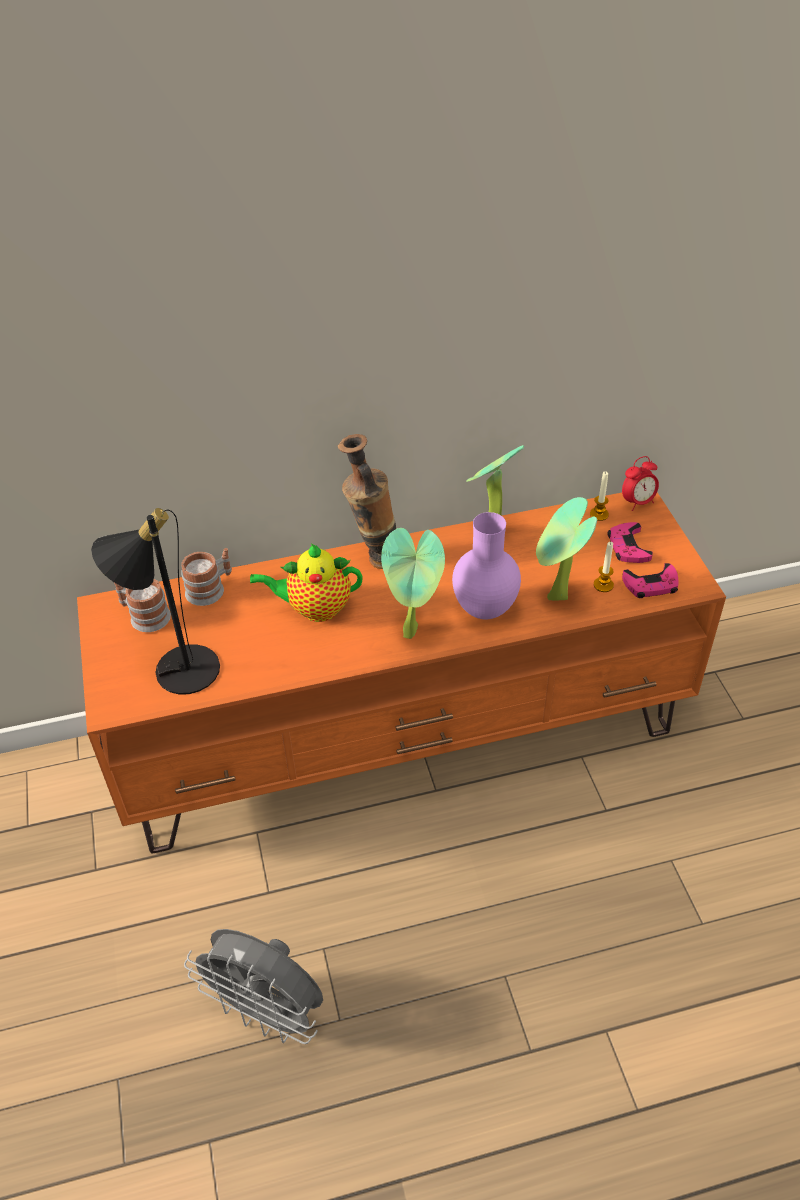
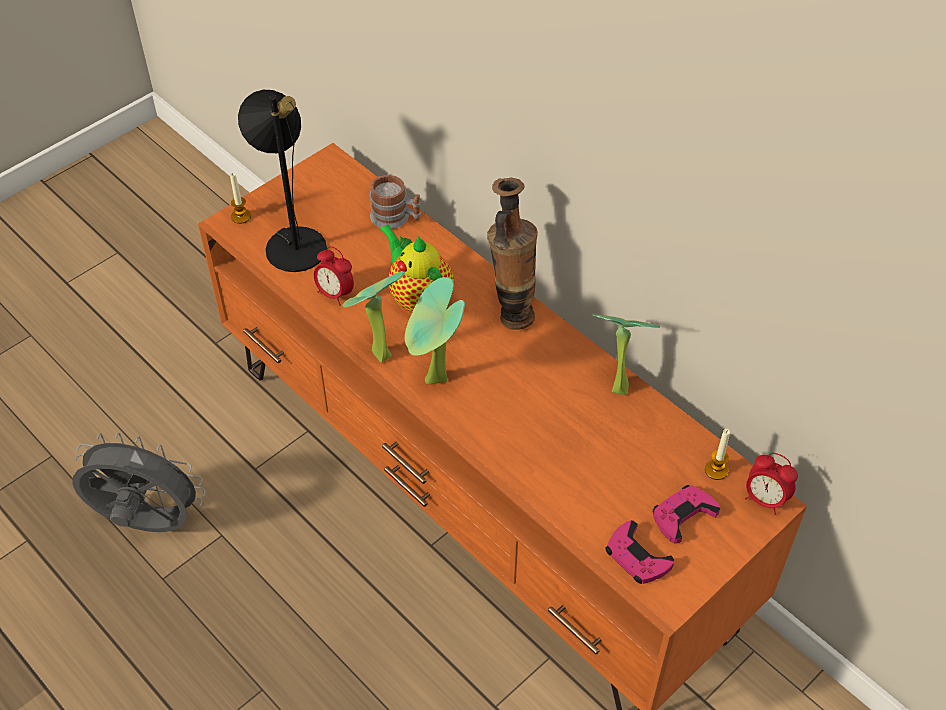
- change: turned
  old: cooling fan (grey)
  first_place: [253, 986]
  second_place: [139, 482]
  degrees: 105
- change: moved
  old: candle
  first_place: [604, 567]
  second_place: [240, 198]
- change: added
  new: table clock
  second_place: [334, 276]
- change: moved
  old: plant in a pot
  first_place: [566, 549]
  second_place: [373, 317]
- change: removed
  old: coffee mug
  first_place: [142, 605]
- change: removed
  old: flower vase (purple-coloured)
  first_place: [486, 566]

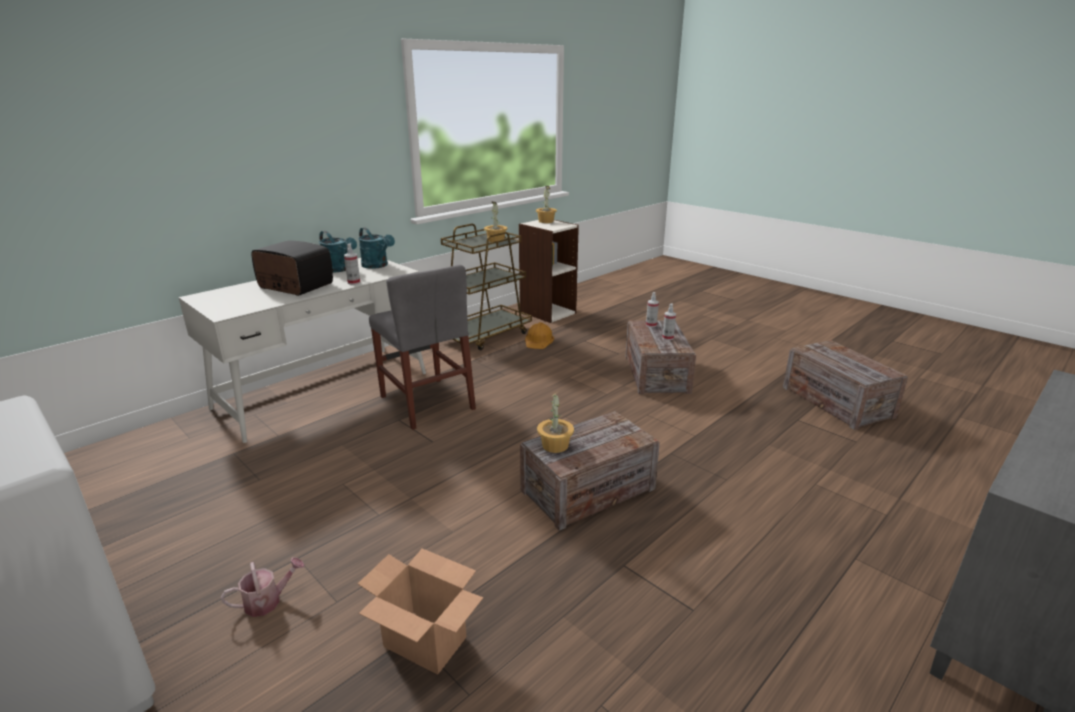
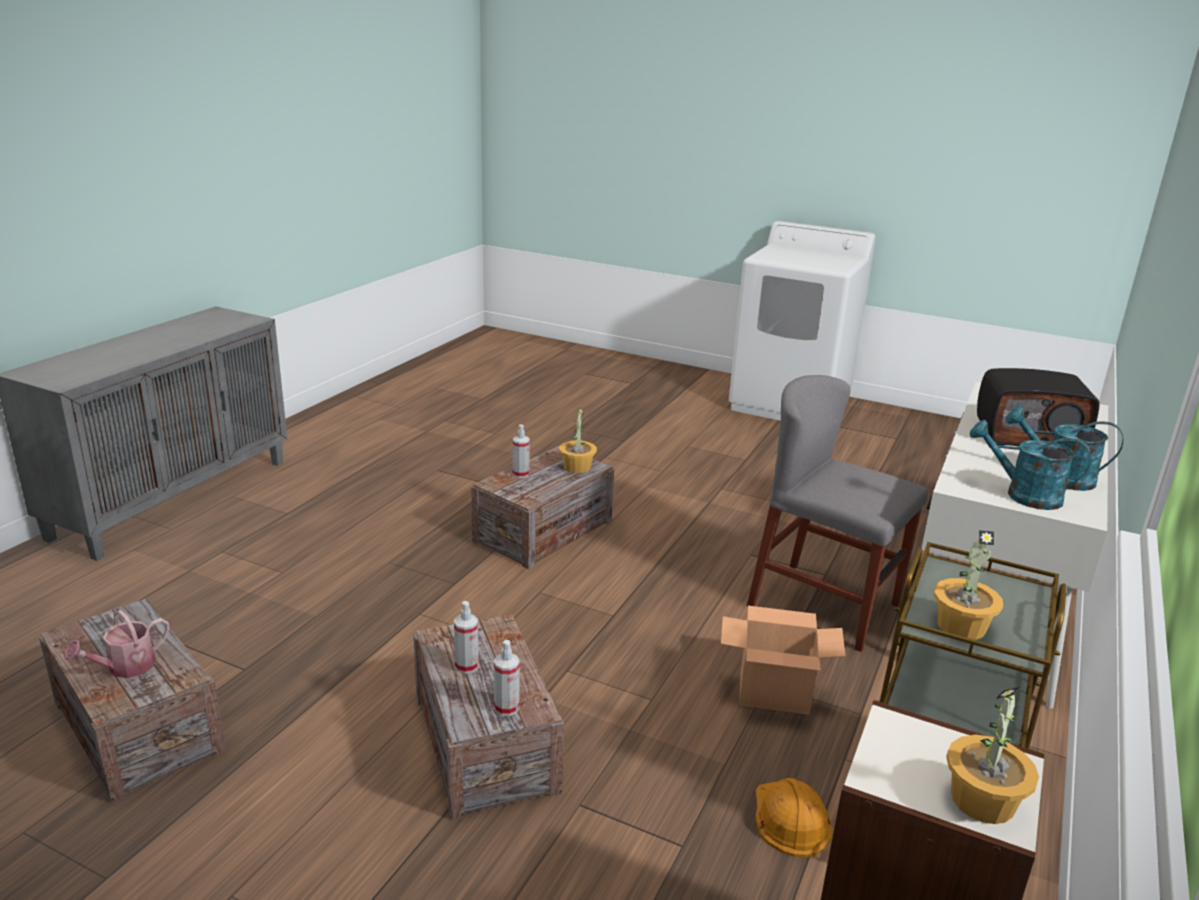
- change: moved
  old: watering can
  first_place: [263, 587]
  second_place: [117, 644]
- change: moved
  old: spray bottle
  first_place: [352, 264]
  second_place: [521, 451]
- change: moved
  old: packing box
  first_place: [420, 611]
  second_place: [783, 660]

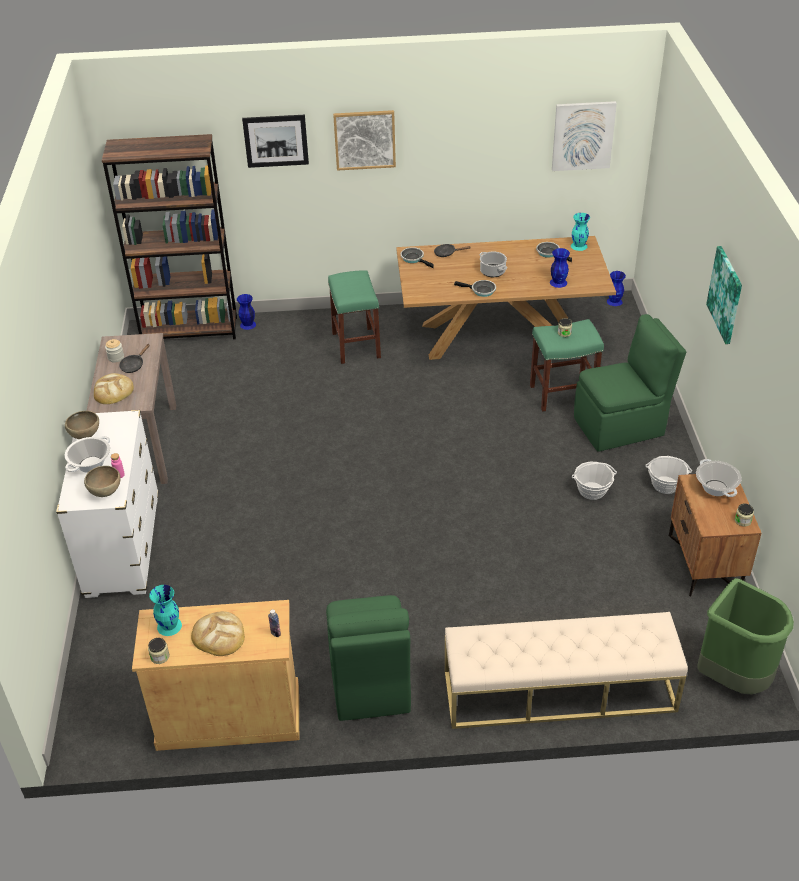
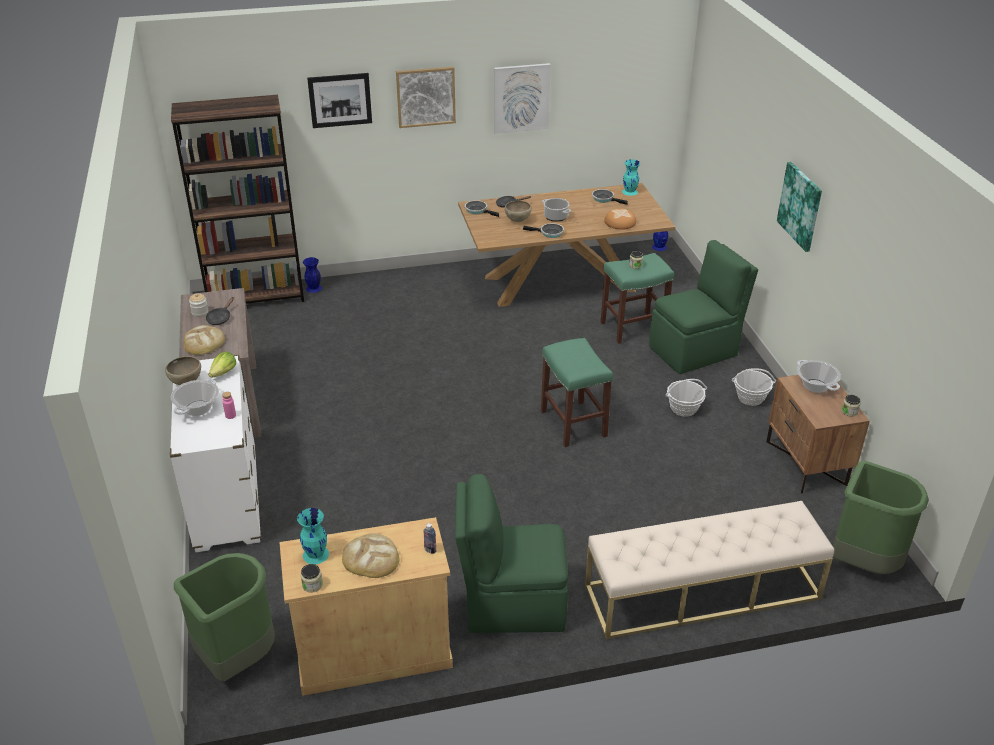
- change: added
  new: trash can (green-coloured)
  second_place: [224, 617]
- change: added
  new: lettuce
  second_place: [222, 364]
- change: turned
  old: plain chair (green-coloured)
  first_place: [368, 658]
  second_place: [511, 553]
  degrees: 105
- change: moved
  old: wall picture
  first_place: [584, 136]
  second_place: [522, 98]
- change: moved
  old: deep dish (brown)
  first_place: [102, 481]
  second_place: [518, 211]
- change: moved
  old: stool (green-coloured)
  first_place: [354, 317]
  second_place: [577, 392]
- change: replaced
  old: flower vase (bluish)
  new: baked bread
  first_place: [560, 268]
  second_place: [620, 219]

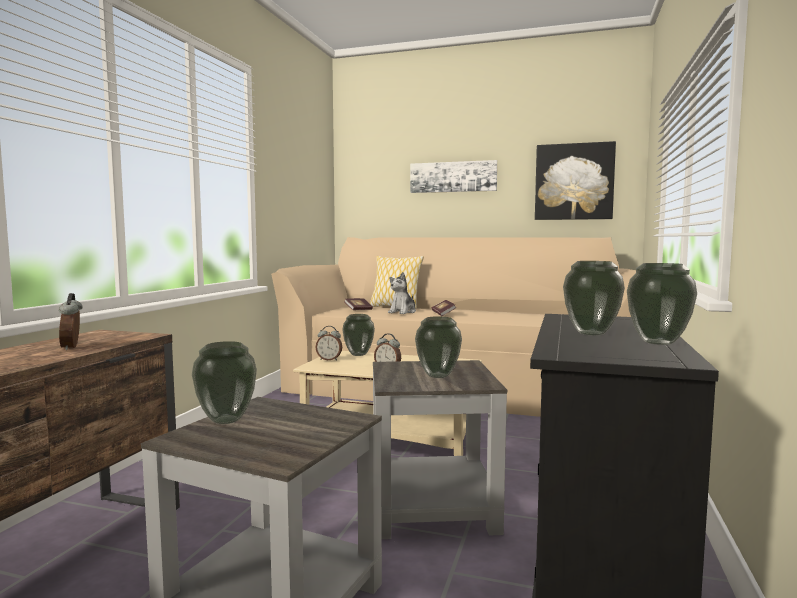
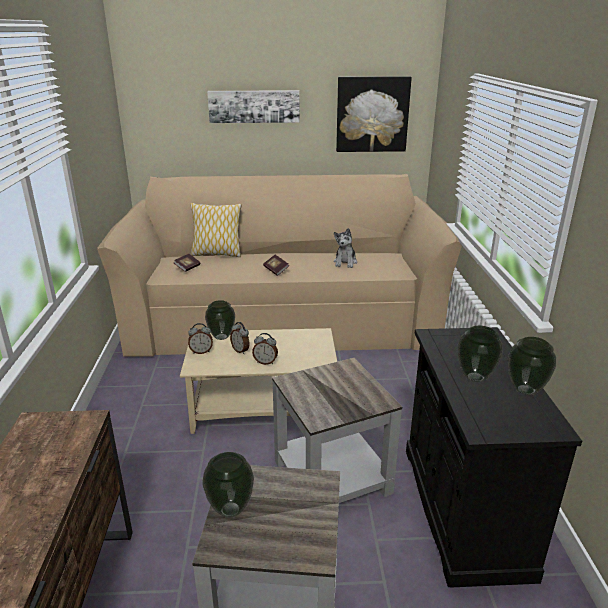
- change: moved
  old: table clock
  first_place: [70, 321]
  second_place: [240, 338]
- change: moved
  old: soft toy
  first_place: [402, 293]
  second_place: [345, 248]
- change: removed
  old: flower vase
  first_place: [438, 347]

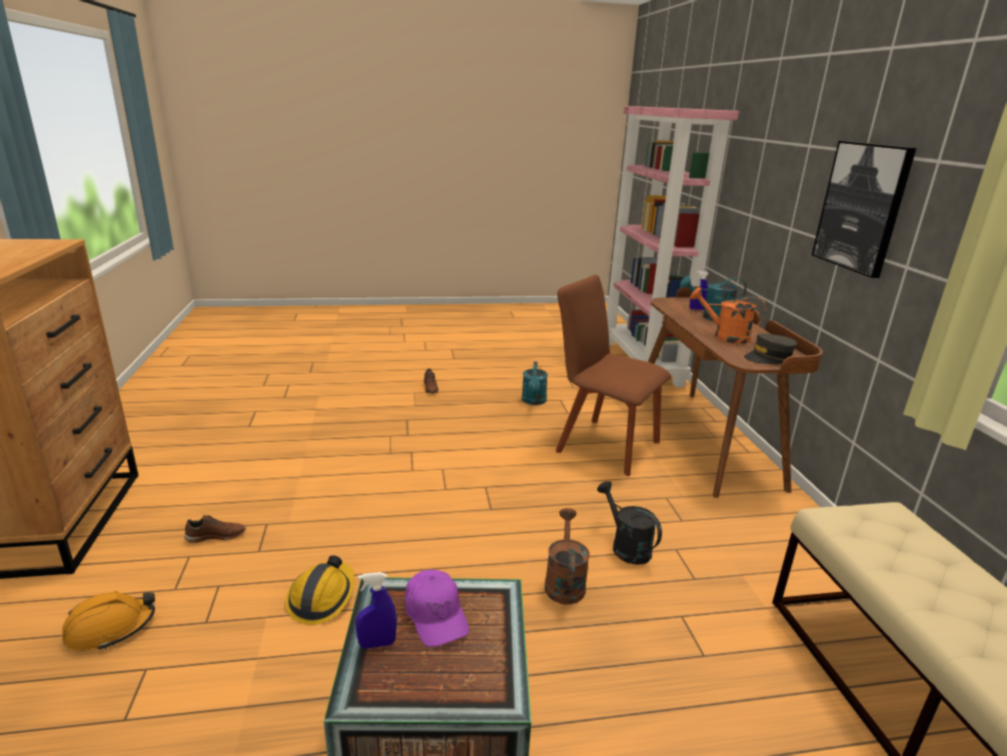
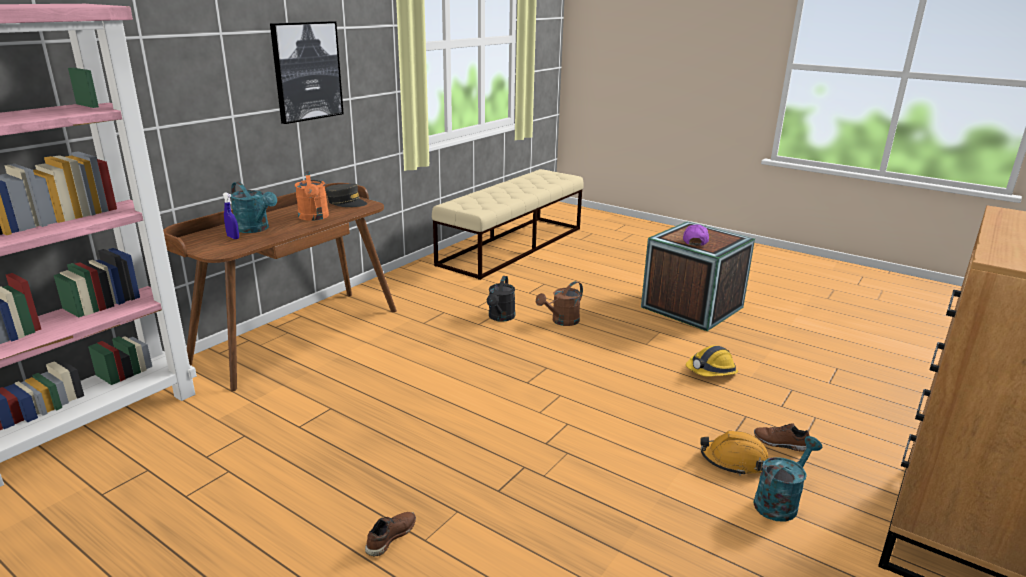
- change: moved
  old: hard hat (orangey)
  first_place: [108, 621]
  second_place: [734, 453]
- change: moved
  old: watering can (turquoise)
  first_place: [535, 383]
  second_place: [787, 479]
- change: removed
  old: spray bottle (bluish)
  first_place: [376, 610]
- change: removed
  old: plain chair (brown)
  first_place: [613, 375]

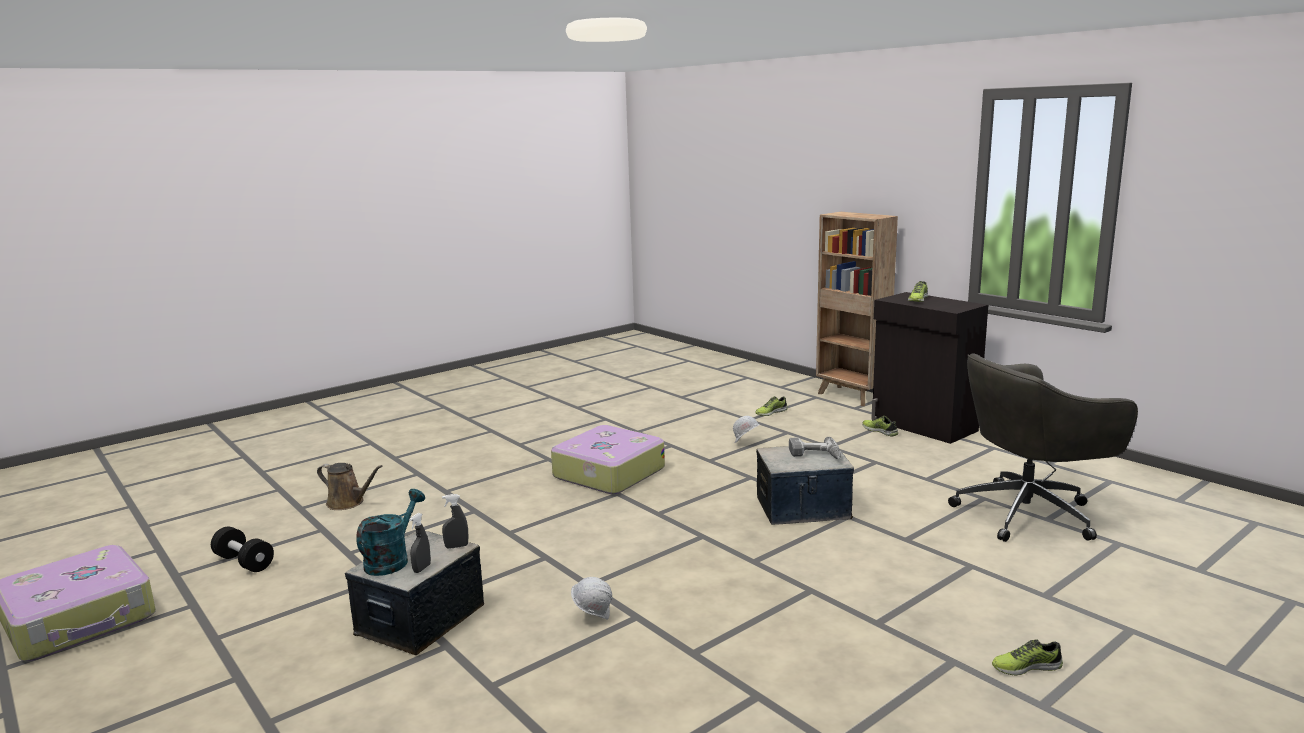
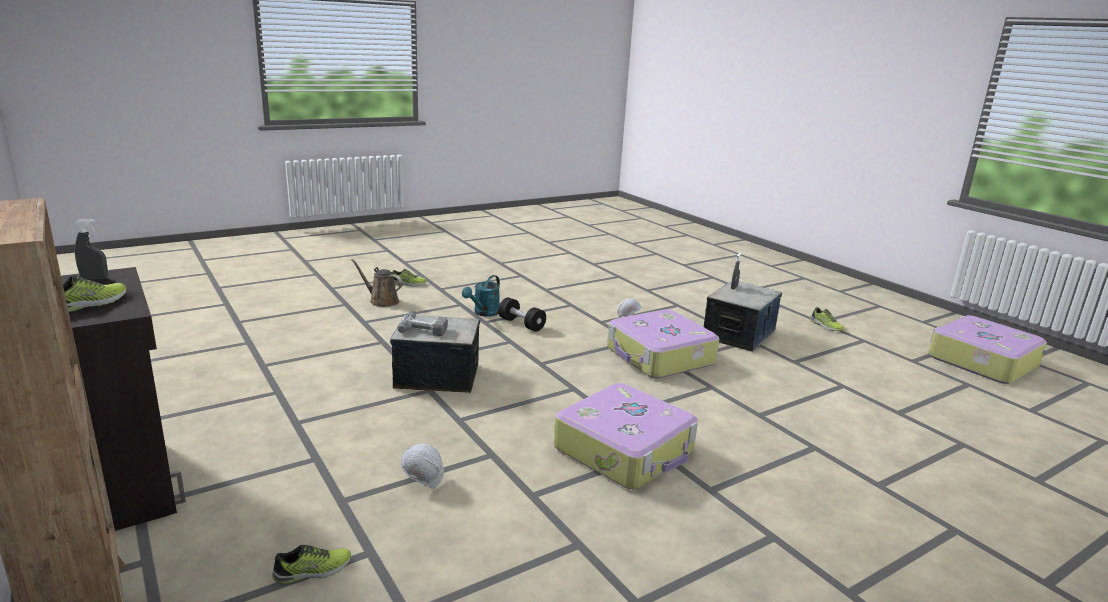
- change: moved
  old: spray bottle (grey)
  first_place: [455, 521]
  second_place: [91, 249]
- change: moved
  old: watering can (brown)
  first_place: [349, 486]
  second_place: [377, 283]
- change: moved
  old: watering can (turquoise)
  first_place: [390, 532]
  second_place: [481, 296]
- change: moved
  old: dumbbell (black)
  first_place: [242, 549]
  second_place: [522, 314]
- change: added
  new: piece of luggage
  second_place: [663, 343]
- change: moved
  old: item of footwear
  first_place: [880, 426]
  second_place: [827, 319]
- change: removed
  old: desk chair (grey)
  first_place: [1043, 447]

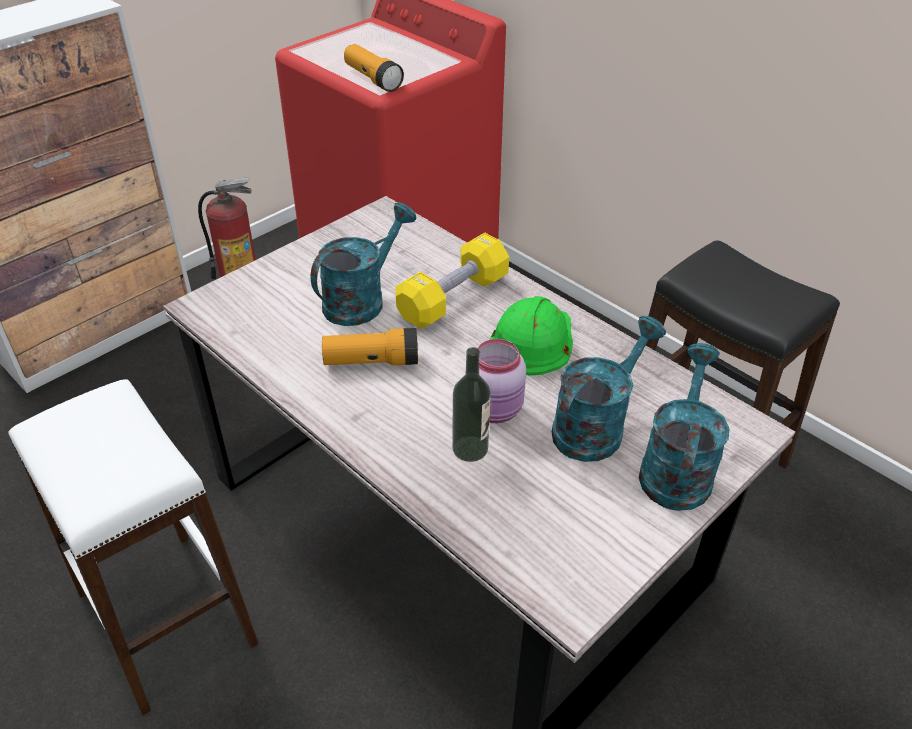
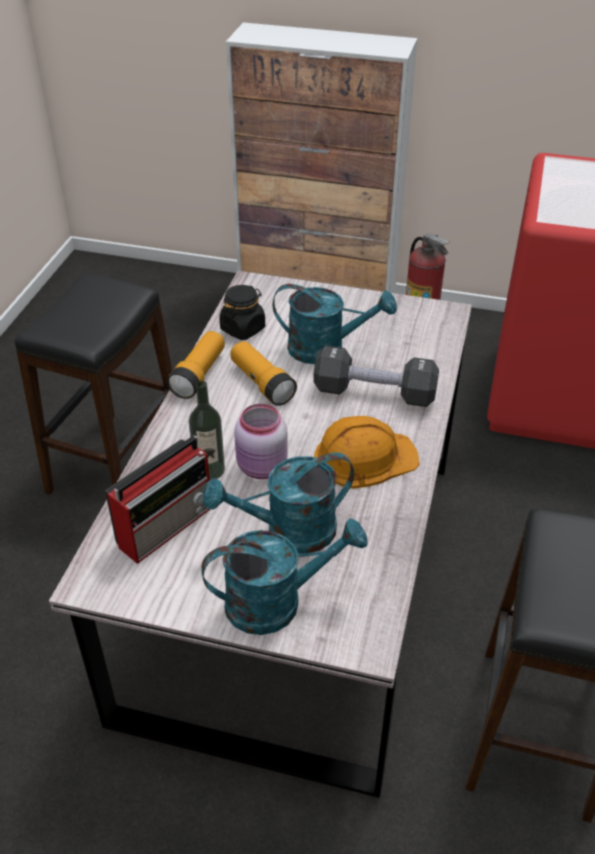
- change: recoloured
  old: stool (white)
  new: stool (black)
  first_place: [133, 547]
  second_place: [93, 384]
- change: added
  new: radio
  second_place: [157, 499]
- change: moved
  old: flashlight
  first_place: [374, 68]
  second_place: [196, 365]
- change: turned
  old: watering can (turquoise)
  first_place: [609, 389]
  second_place: [278, 503]
  degrees: 150
- change: added
  new: storage jar (black)
  second_place: [242, 312]
- change: recoloured
  old: dumbbell (yellow)
  new: dumbbell (black)
  first_place: [452, 281]
  second_place: [376, 376]
- change: recoloured
  old: hard hat (green-coloured)
  new: hard hat (orangey)
  first_place: [531, 336]
  second_place: [367, 452]

